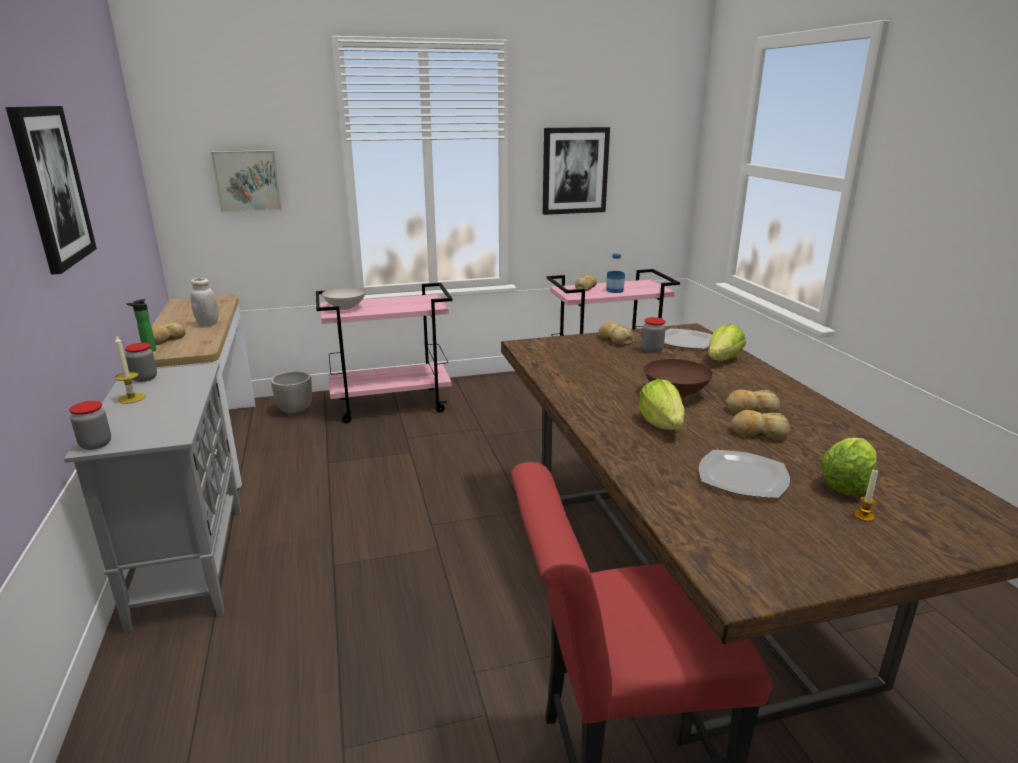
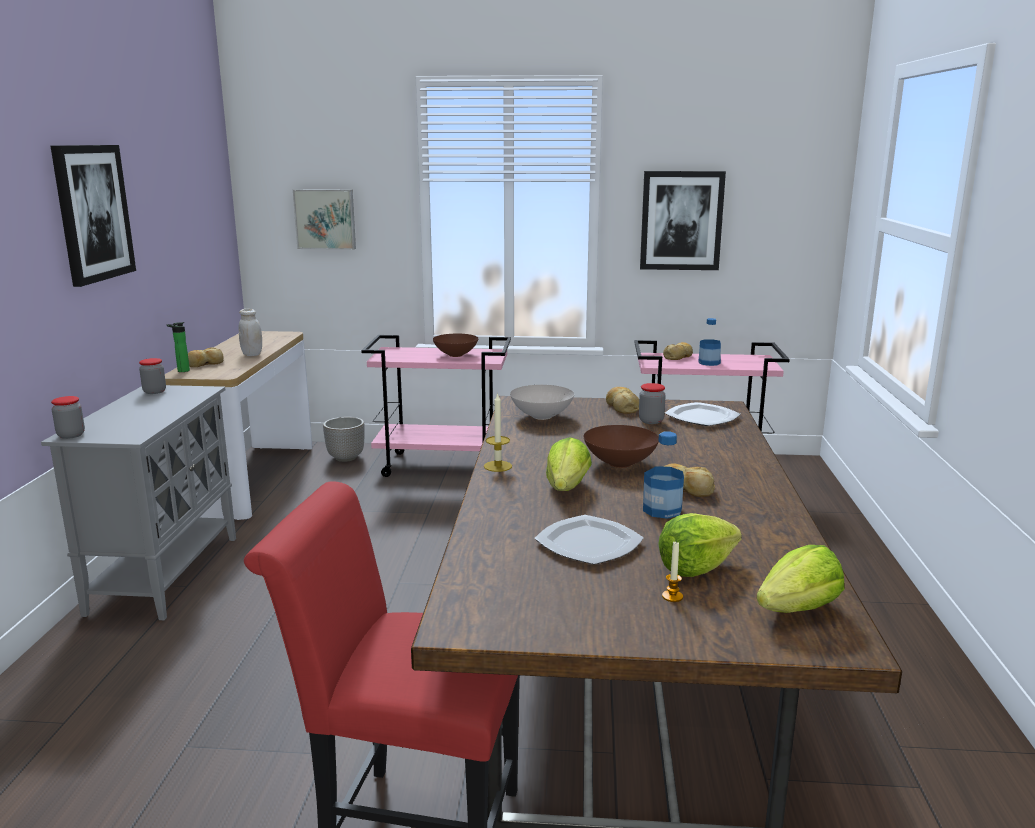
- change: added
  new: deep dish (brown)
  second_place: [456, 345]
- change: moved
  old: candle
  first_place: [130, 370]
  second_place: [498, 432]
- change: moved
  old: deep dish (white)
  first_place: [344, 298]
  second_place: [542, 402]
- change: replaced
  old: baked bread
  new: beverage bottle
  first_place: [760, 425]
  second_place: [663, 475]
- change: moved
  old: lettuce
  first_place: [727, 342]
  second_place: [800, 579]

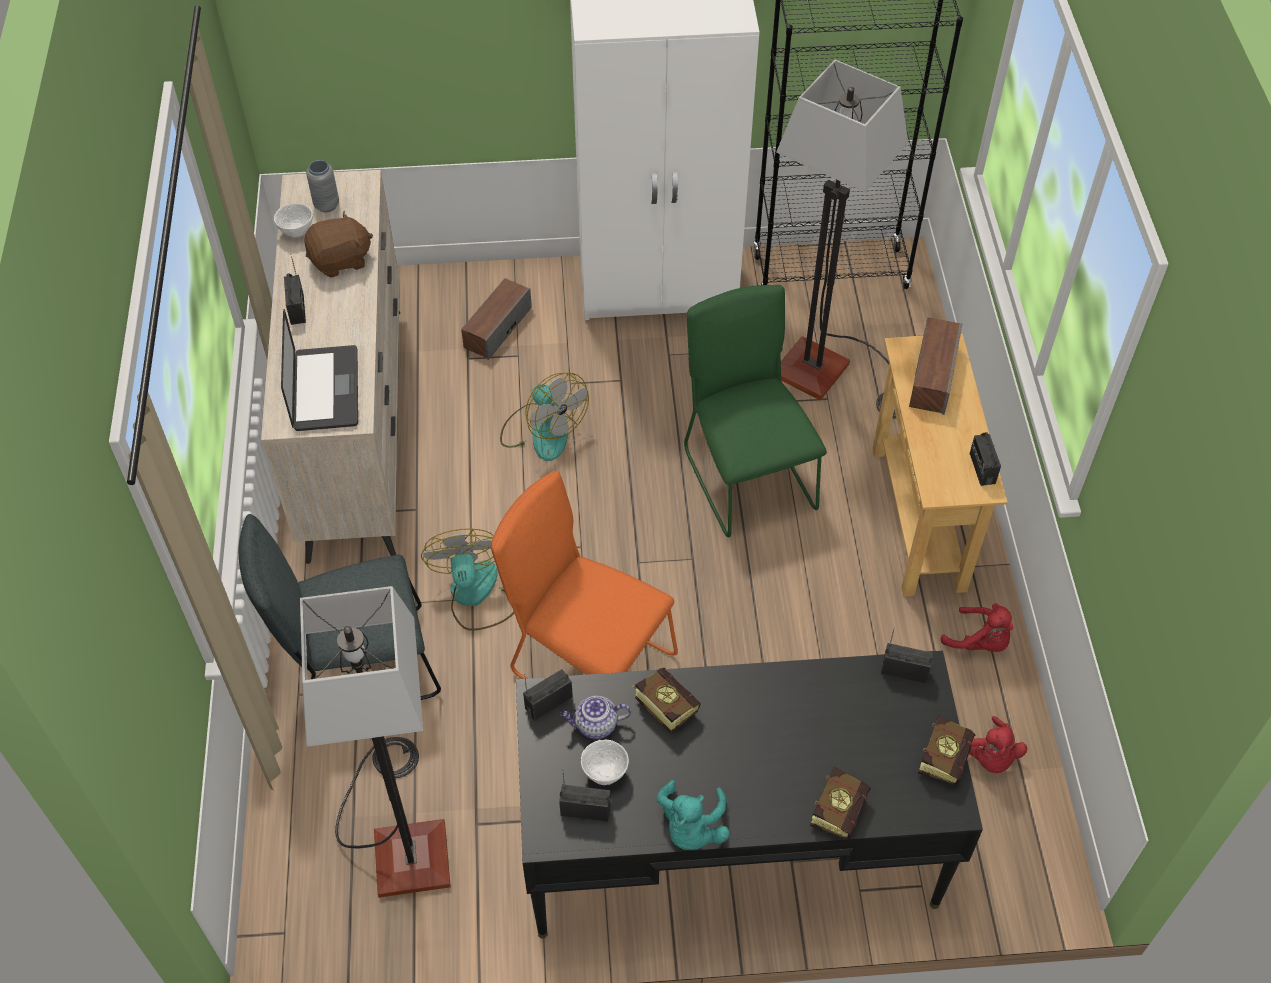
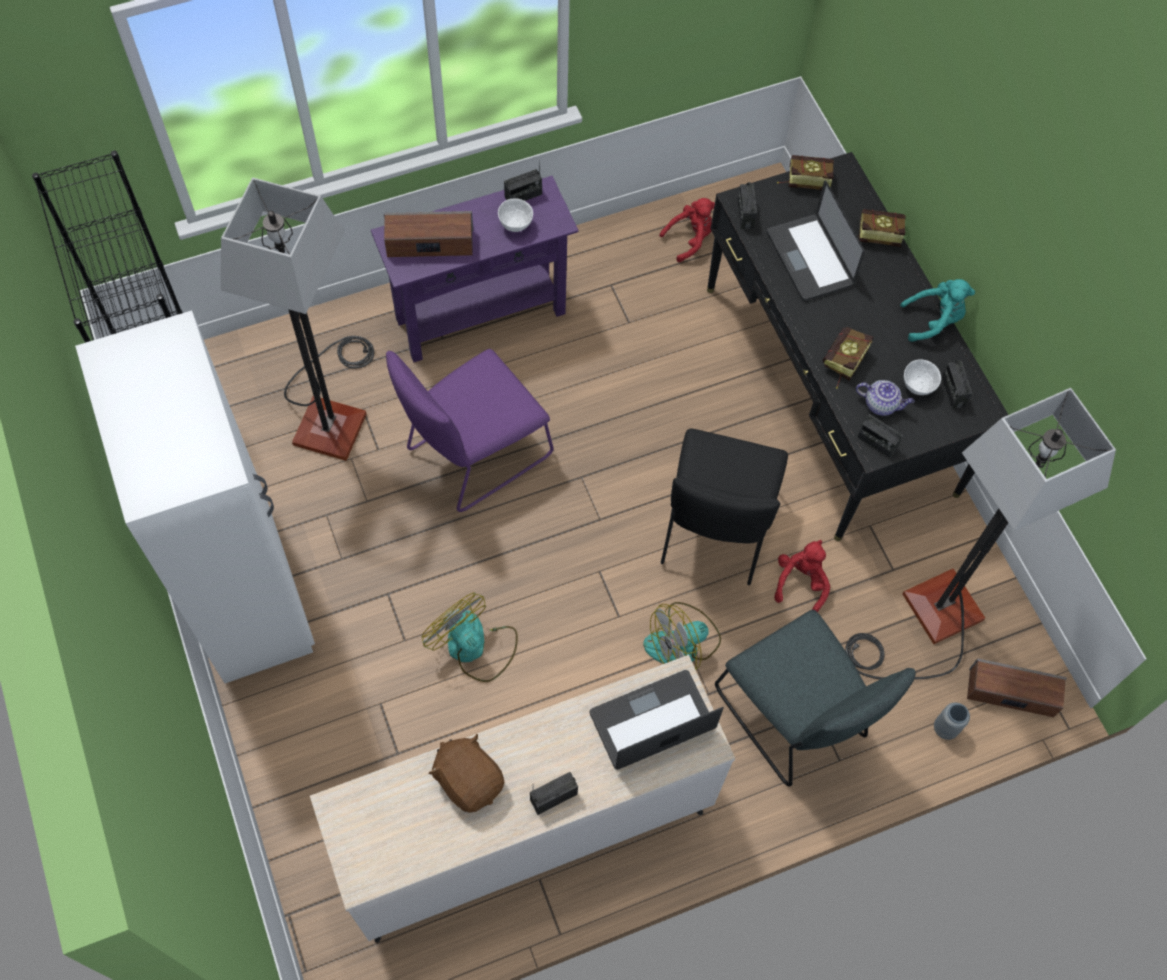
- change: recoloured
  old: hall table (beige)
  new: hall table (purple-coloured)
  first_place: [940, 464]
  second_place: [474, 269]
- change: recoloured
  old: plain chair (green-coloured)
  new: plain chair (purple-coloured)
  first_place: [755, 411]
  second_place: [470, 430]
- change: turned
  old: cooling fan
  first_place: [544, 417]
  second_place: [470, 637]
  degrees: -75
- change: moved
  old: deep dish (white)
  first_place: [293, 220]
  second_place: [515, 215]
- change: recoloured
  old: plain chair (orangey)
  new: plain chair (black)
  first_place: [584, 575]
  second_place: [724, 507]
- change: added
  new: laptop
  second_place: [816, 240]
- change: moved
  old: soft toy (reddish)
  first_place: [977, 627]
  second_place: [802, 576]
- change: turned
  old: tea pot
  first_place: [595, 717]
  second_place: [885, 398]
  degrees: -45
- change: moved
  old: flower vase (grey)
  first_place: [322, 186]
  second_place: [952, 721]
- change: moved
  old: audio speaker
  first_place: [496, 319]
  second_place: [1017, 688]

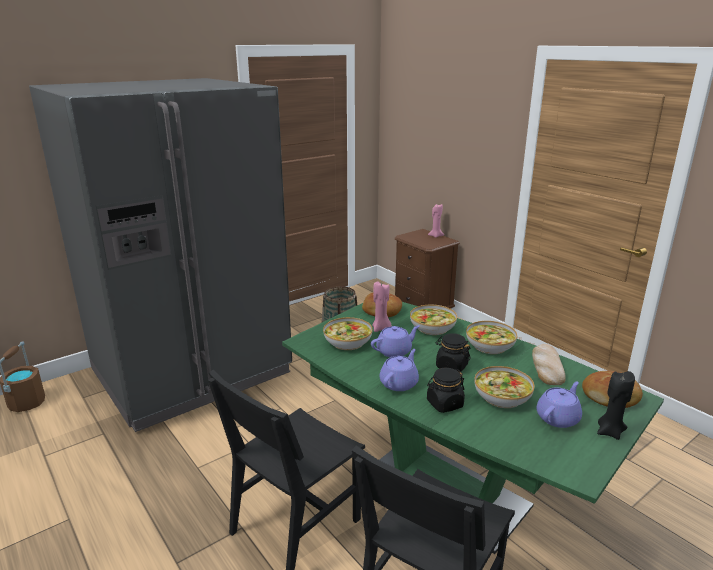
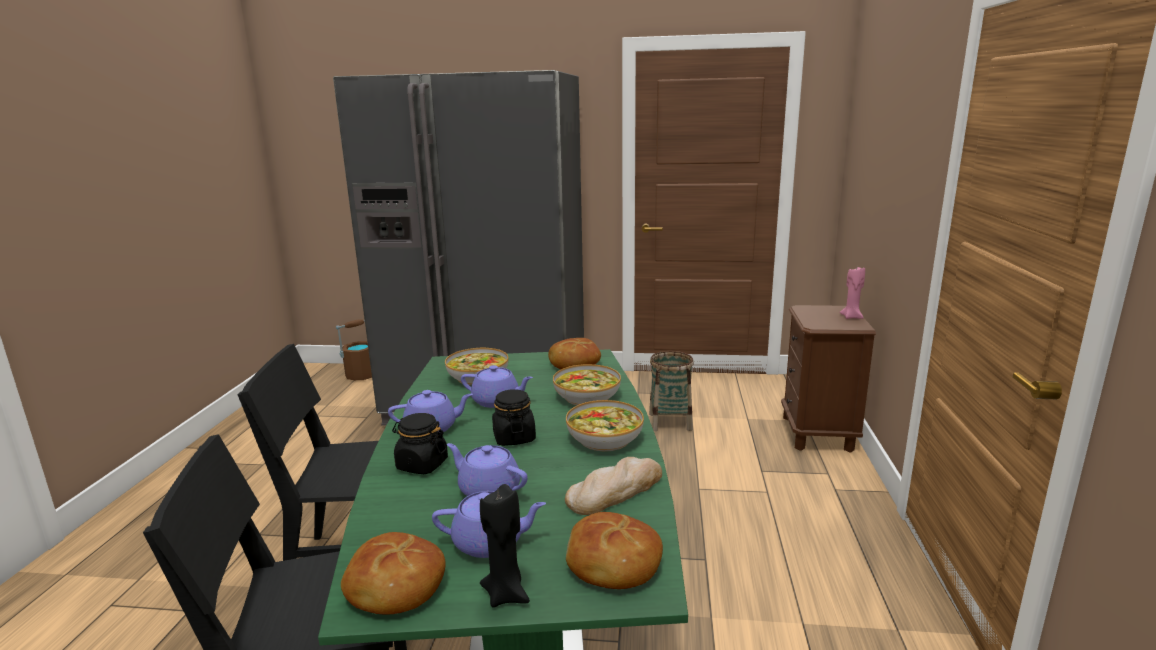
- change: added
  new: baked bread
  second_place: [393, 573]
- change: replaced
  old: deep dish
  new: tea pot (purple-coloured)
  first_place: [504, 387]
  second_place: [487, 469]
- change: removed
  old: candle (pink)
  first_place: [382, 306]

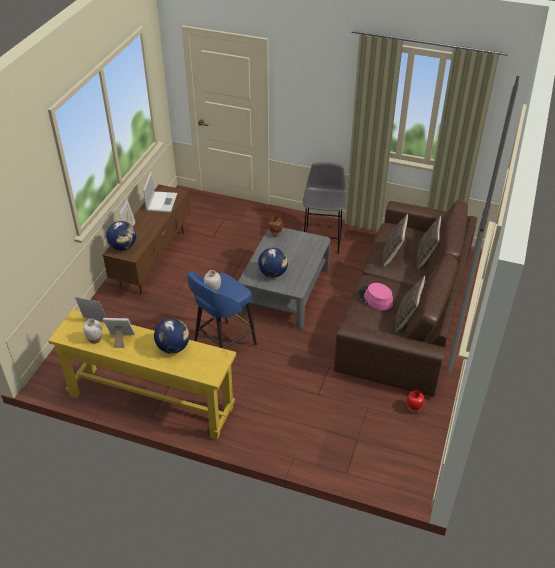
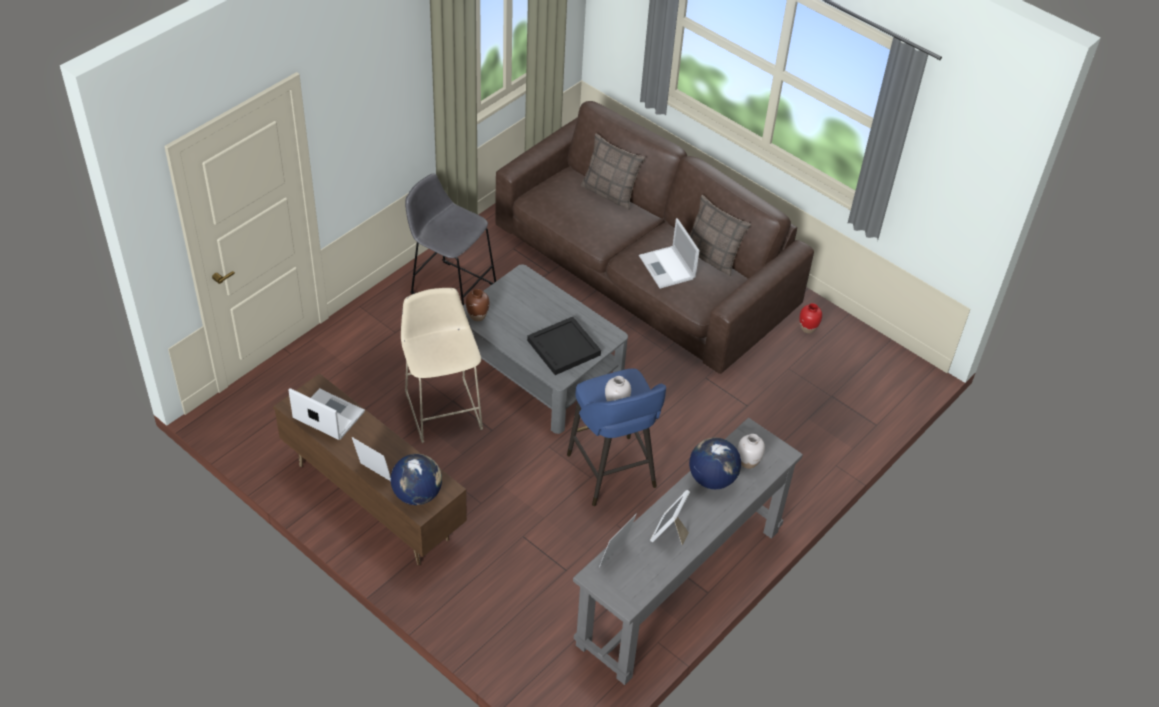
- change: added
  new: stool (beige)
  second_place: [442, 365]
- change: replaced
  old: desk globe
  new: serving tray (black)
  first_place: [273, 263]
  second_place: [564, 346]
- change: recoloured
  old: hall table (yellow)
  new: hall table (grey)
  first_place: [142, 374]
  second_place: [688, 551]
- change: replaced
  old: wearable hat (pink)
  new: laptop
  first_place: [375, 296]
  second_place: [669, 253]
- change: moved
  old: flower vase (white)
  first_place: [92, 331]
  second_place: [751, 451]
- change: removed
  old: pillow
  first_place: [395, 240]

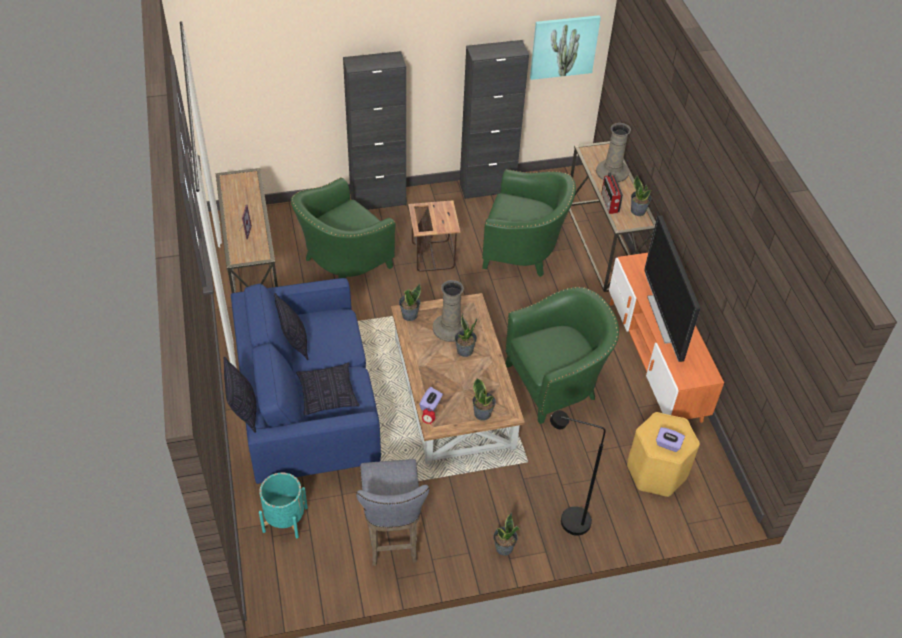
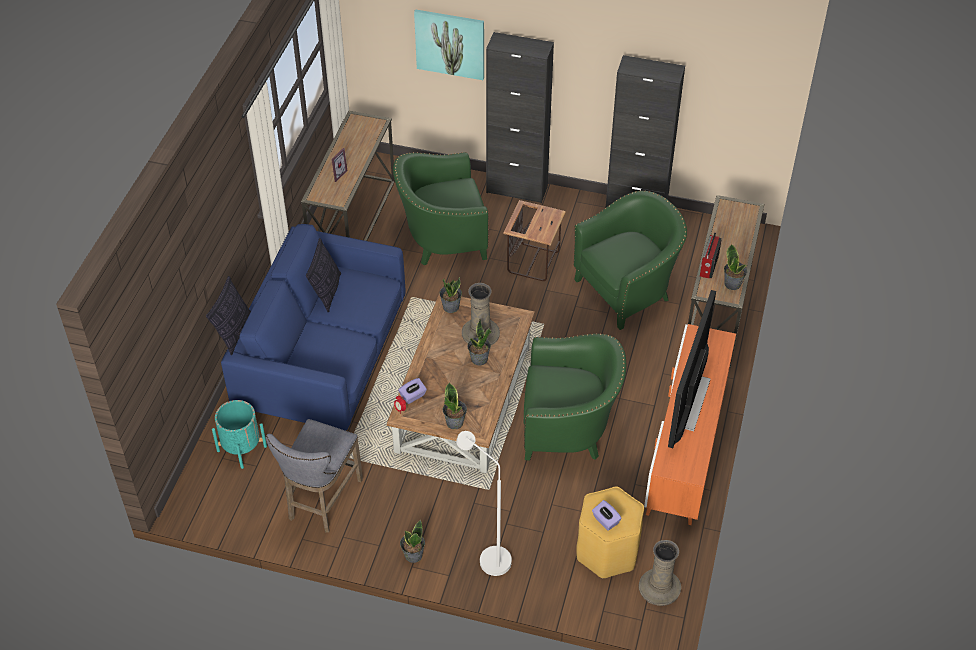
- change: moved
  old: wall picture
  first_place: [565, 47]
  second_place: [449, 44]
- change: recoloured
  old: standard lamp (black)
  new: standard lamp (white)
  first_place: [578, 473]
  second_place: [484, 503]
- change: turned
  old: easy chair (green-coloured)
  first_place: [529, 223]
  second_place: [630, 260]
  degrees: -75
- change: moved
  old: flower vase (beige)
  first_place: [613, 152]
  second_place: [660, 573]
- change: removed
  old: pillow
  first_place: [327, 389]

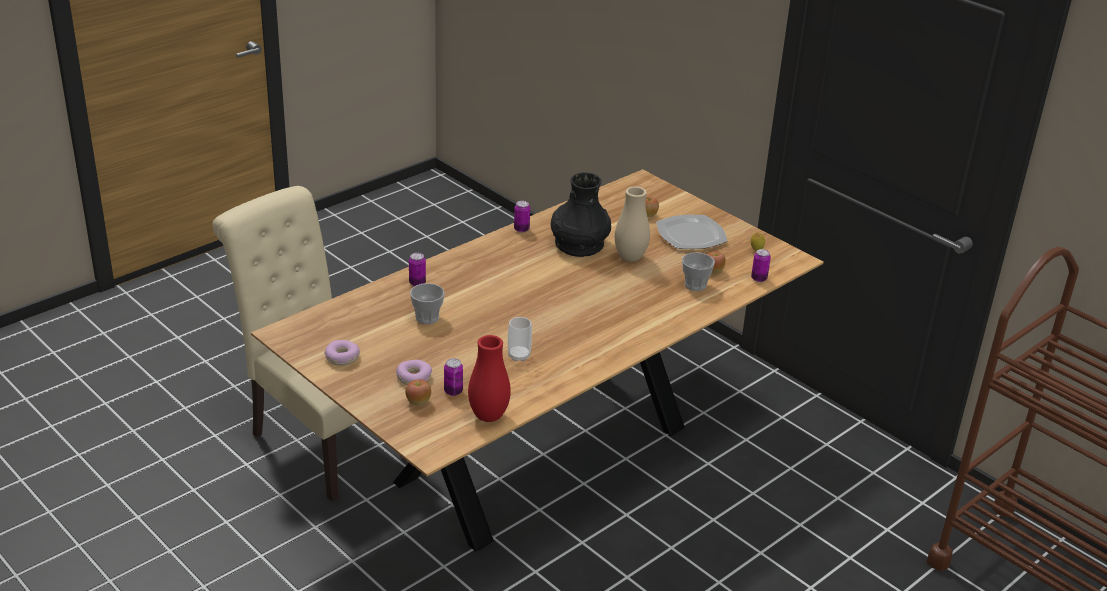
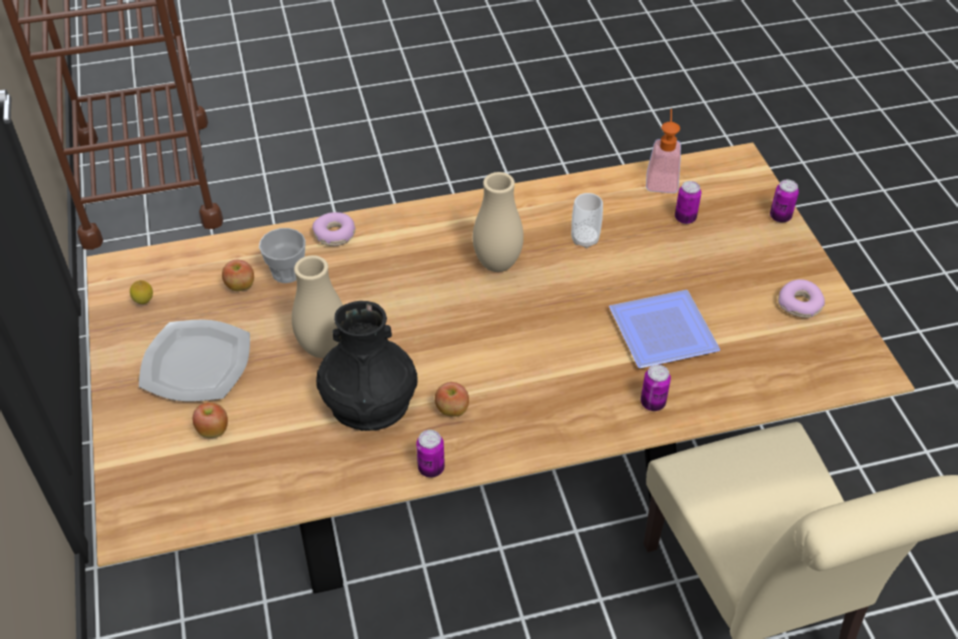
- change: moved
  old: ring doughnut
  first_place: [414, 372]
  second_place: [334, 229]
- change: moved
  old: apple fruit
  first_place: [418, 392]
  second_place: [452, 399]
- change: added
  new: flower vase (beige)
  second_place: [498, 222]
- change: replaced
  old: small cup
  new: dinner plate
  first_place: [427, 303]
  second_place: [664, 329]
- change: replaced
  old: flower vase (reddish)
  new: soap dispenser
  first_place: [489, 378]
  second_place: [663, 151]
- change: moved
  old: metal can
  first_place: [761, 265]
  second_place: [784, 201]

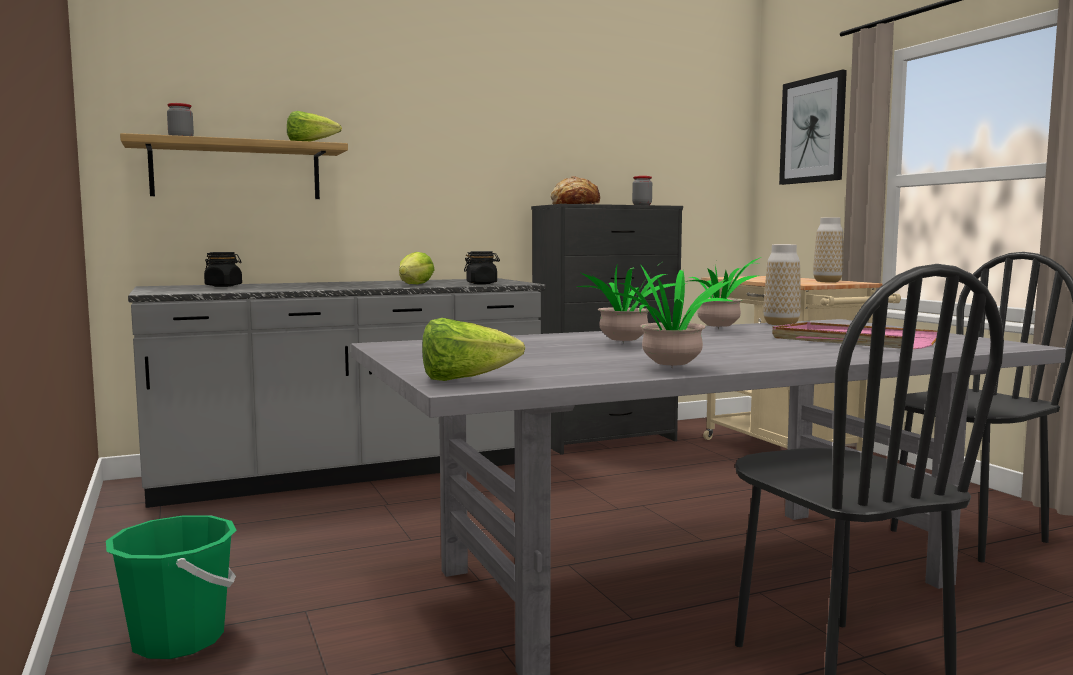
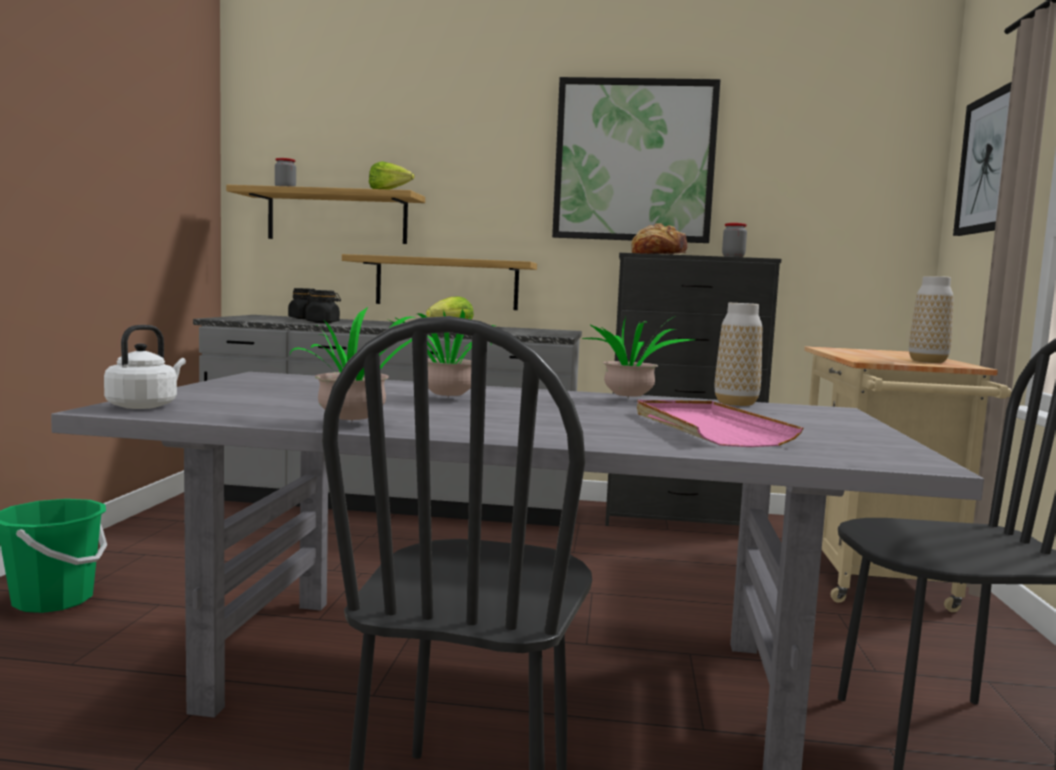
- change: replaced
  old: lettuce
  new: water kettle (white)
  first_place: [473, 349]
  second_place: [145, 367]
- change: moved
  old: storage jar (black)
  first_place: [482, 267]
  second_place: [323, 306]
- change: added
  new: wall shelf
  second_place: [439, 282]
- change: added
  new: wall picture
  second_place: [636, 160]

